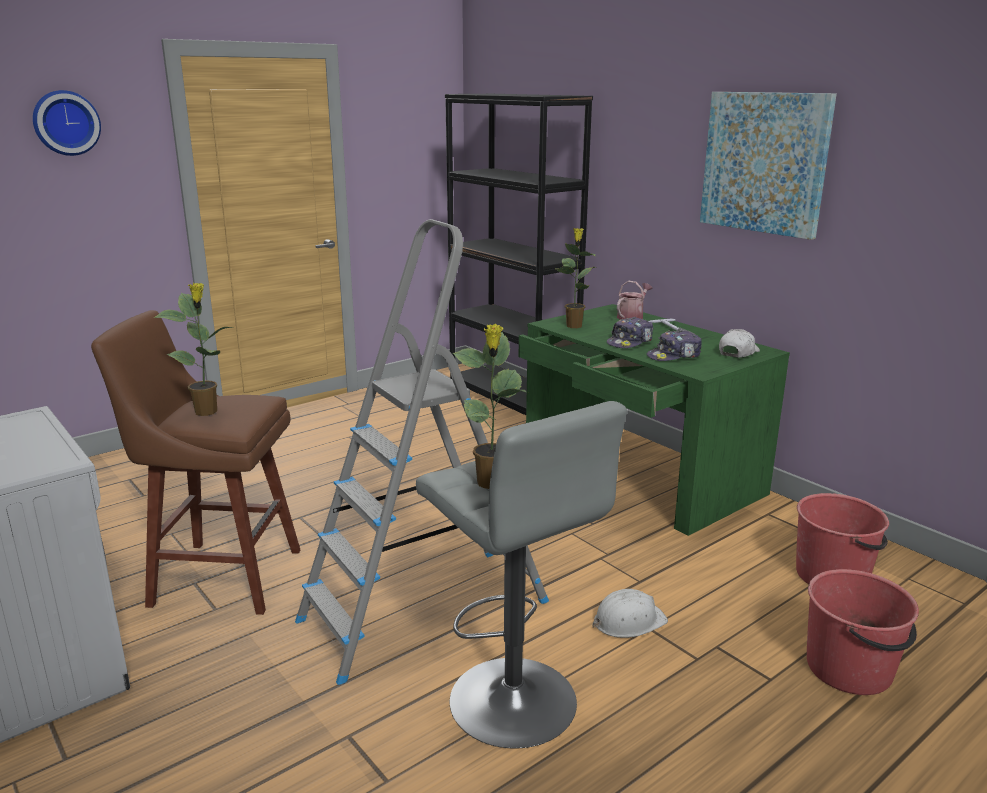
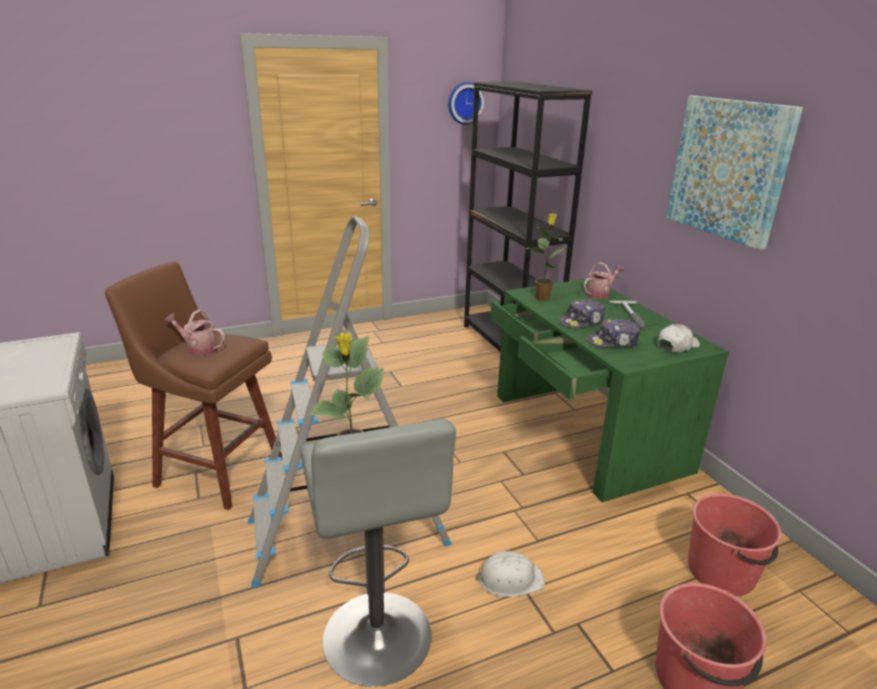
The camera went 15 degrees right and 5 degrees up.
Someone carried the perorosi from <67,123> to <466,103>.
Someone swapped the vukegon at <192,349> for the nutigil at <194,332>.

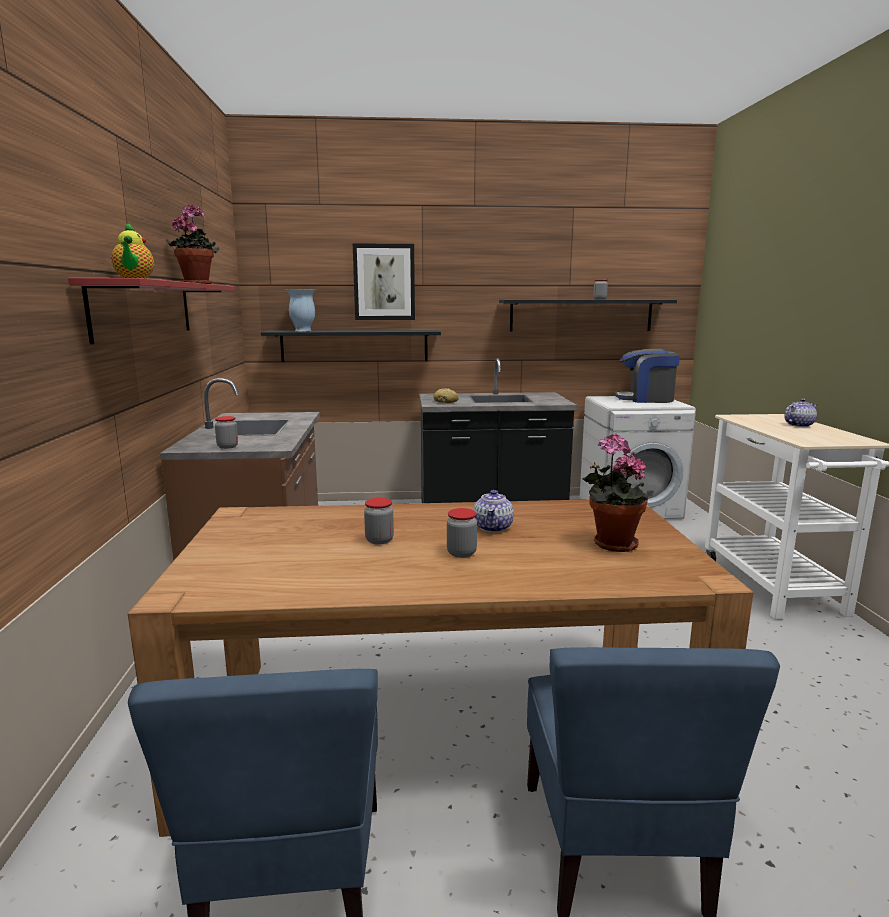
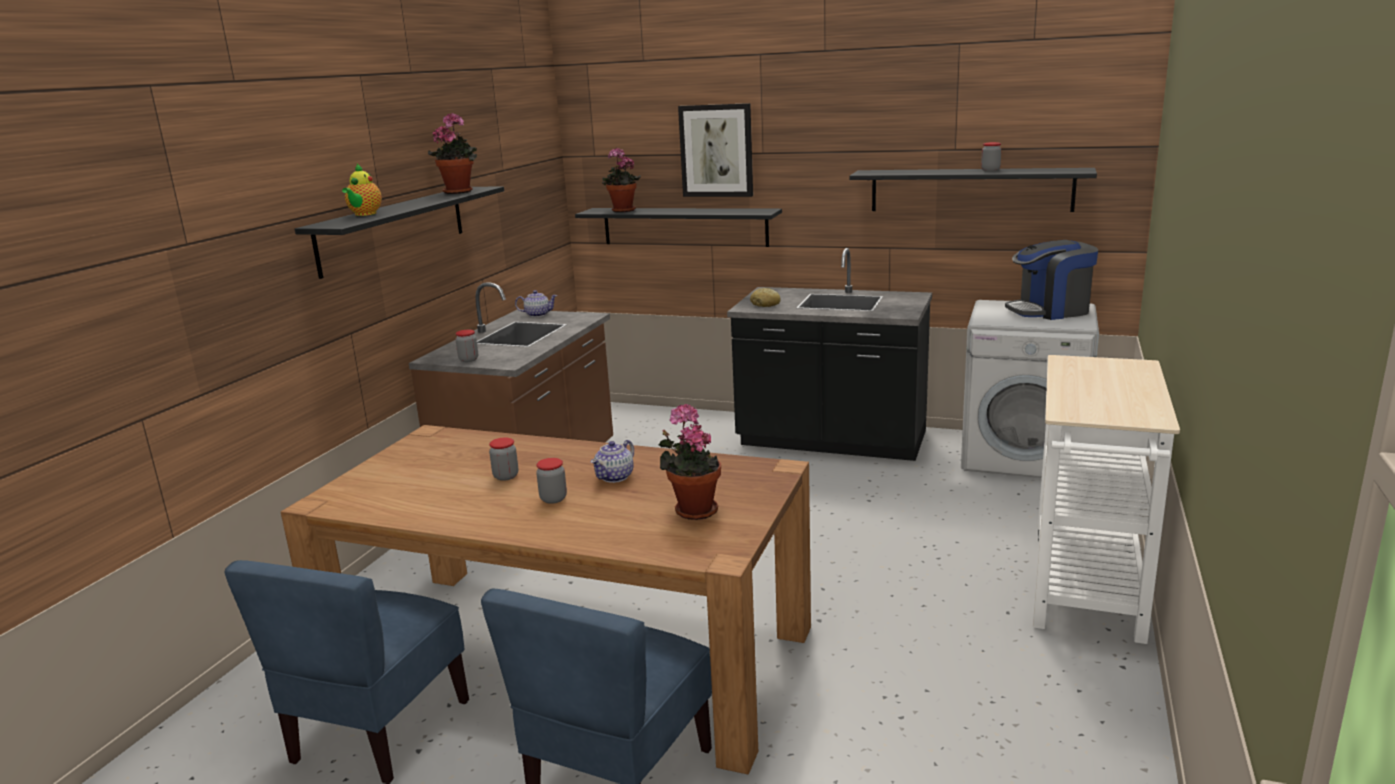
The camera went 25 degrees right and 5 degrees up.
Someone repainted the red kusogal at <151,311>, which became the black kusogal at <399,233>.
Someone swapped the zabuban at <301,310> for the vukegon at <621,180>.
Someone rotated the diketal at <647,376> by 45 degrees counterclockwise.
Someone carried the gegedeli from <800,412> to <536,303>.

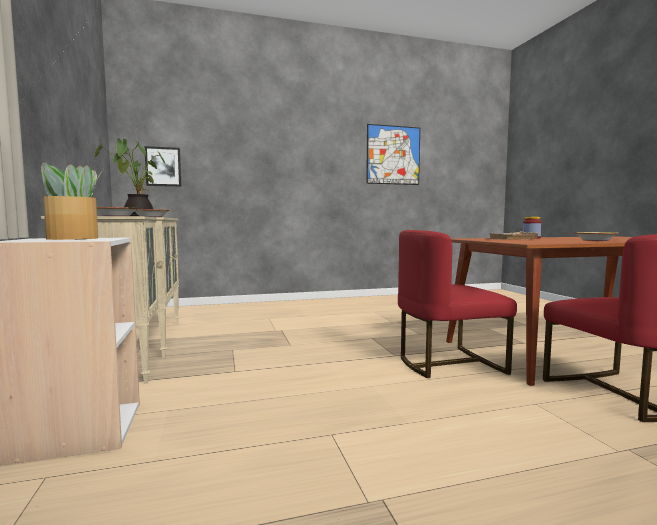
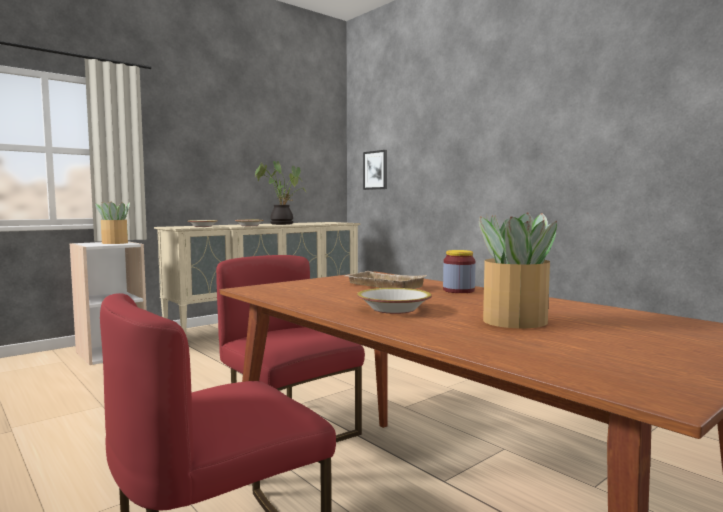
The camera went 65 degrees right and 0 degrees up.
Someone took away the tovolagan at <393,154>.
Someone put down the vukegon at <518,270>.

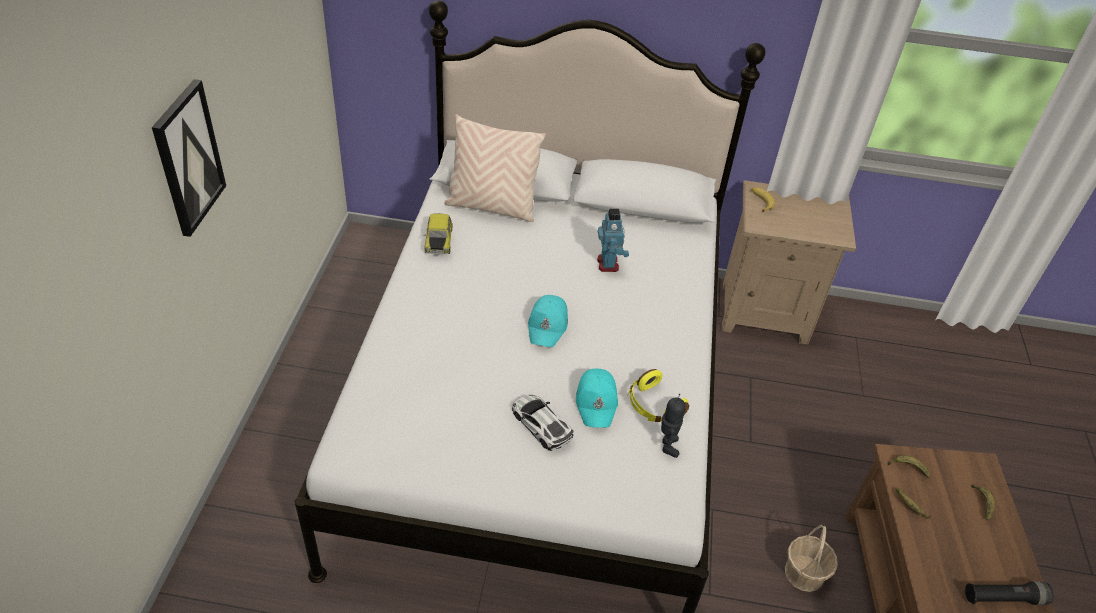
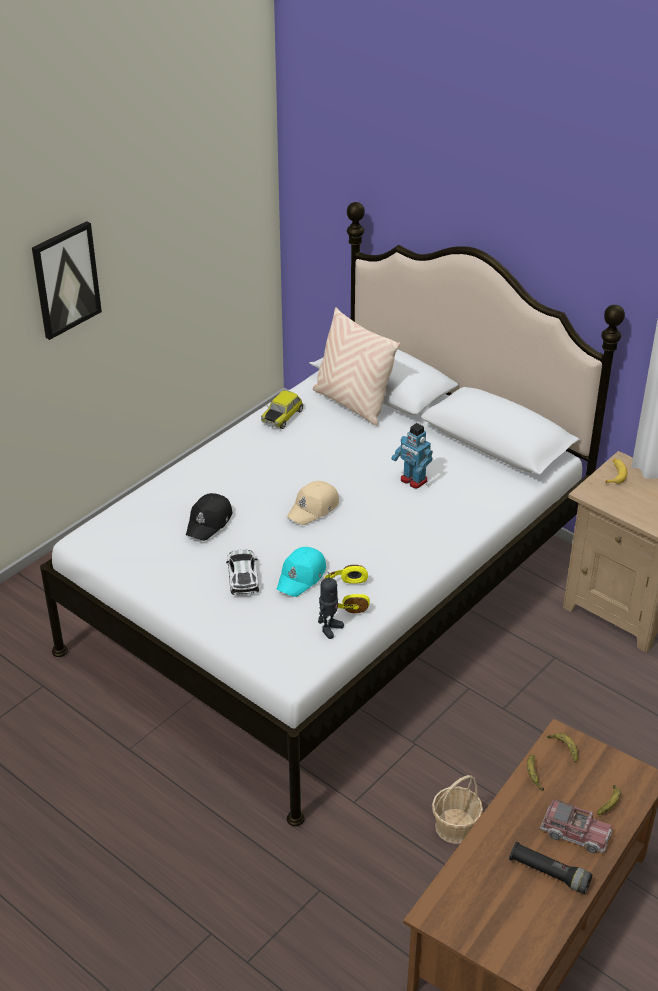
The camera went 35 degrees right and 5 degrees down.
Someone repainted the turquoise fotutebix at <548,321>, which became the beige fotutebix at <313,503>.
Someone rotated the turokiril at <613,240> by 105 degrees clockwise.
Someone put down the black fotutebix at <209,517>.
Someone put down the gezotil at <576,826>.

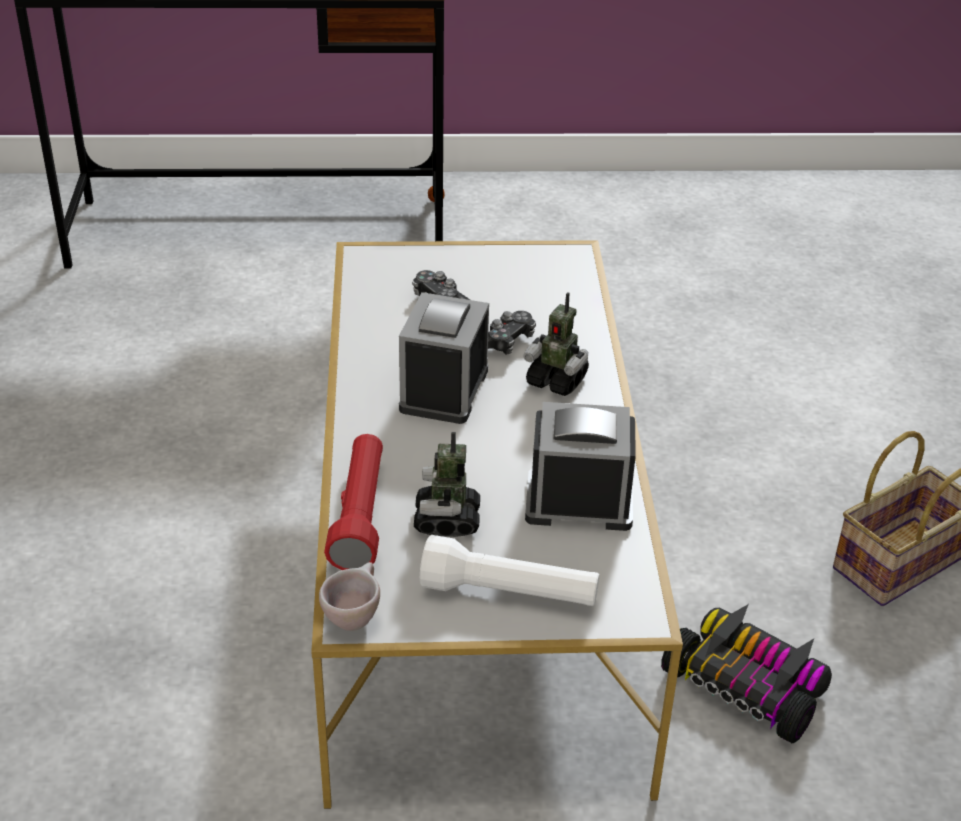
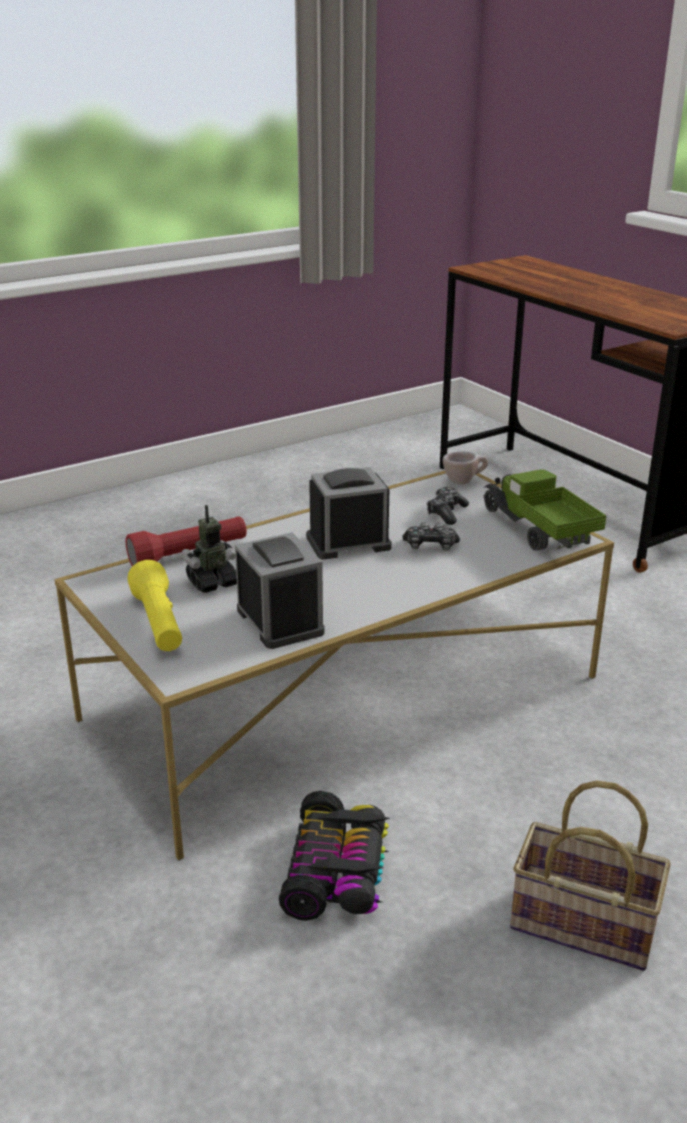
The camera went 60 degrees right and 10 degrees down.
Someone carried the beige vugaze from <349,596> to <465,467>.
Someone repainted the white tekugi at <509,570>, which became the yellow tekugi at <154,605>.
Someone took away the turokiril at <556,344>.
Someone put down the gezotil at <544,510>.

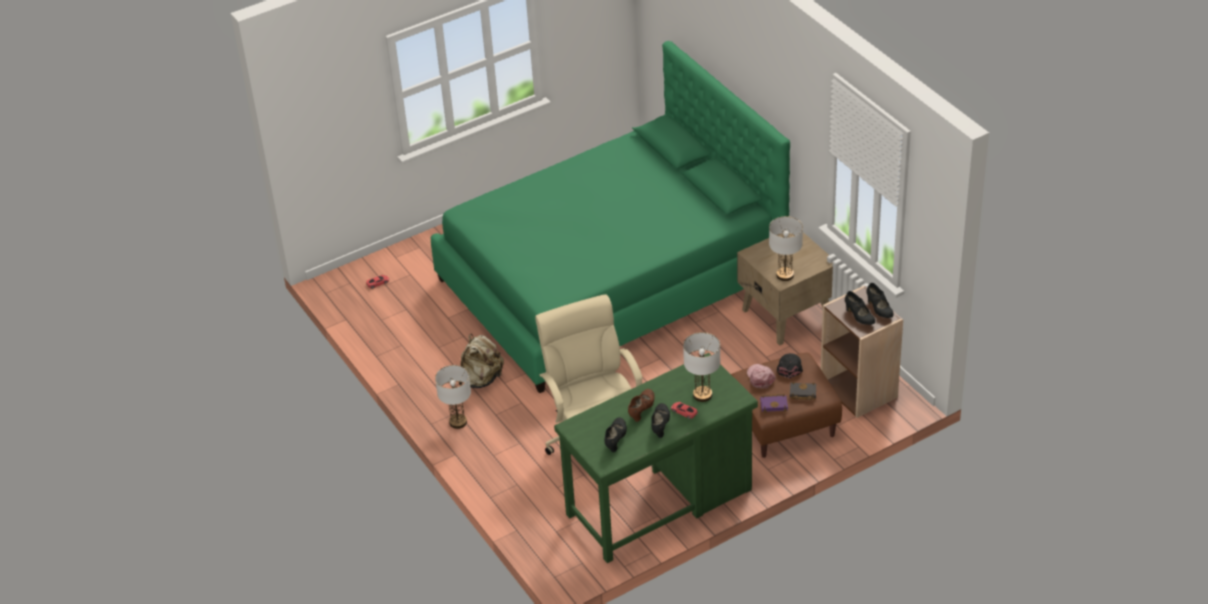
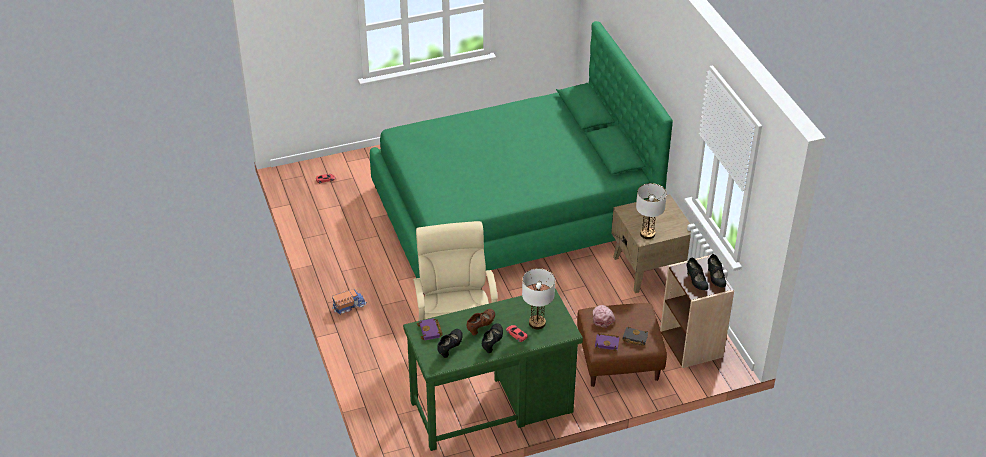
The camera went 10 degrees right and 0 degrees up.
Someone swapped the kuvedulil at <453,397> for the gezotil at <349,302>.
Someone took away the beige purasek at <481,361>.
Someone took away the black fotutebix at <790,366>.
Someone put down the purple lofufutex at <430,329>.

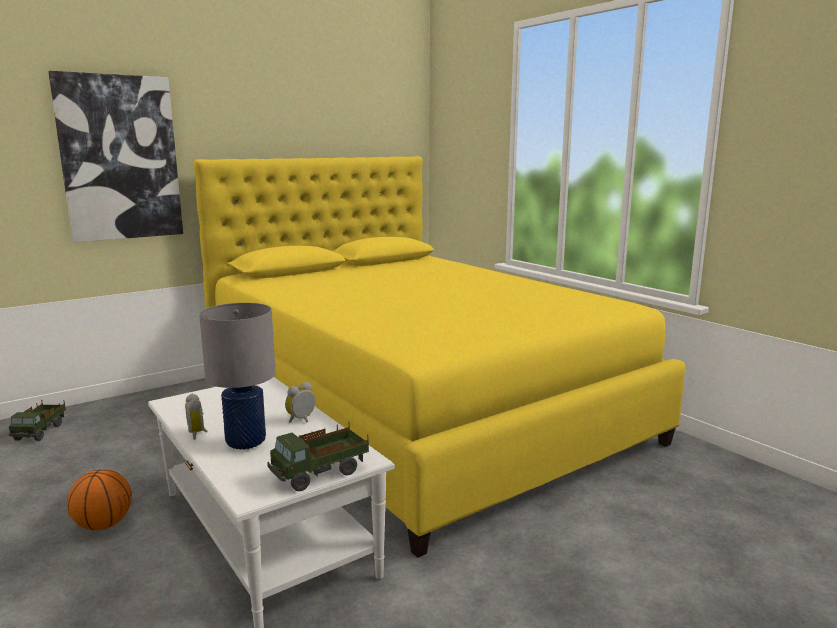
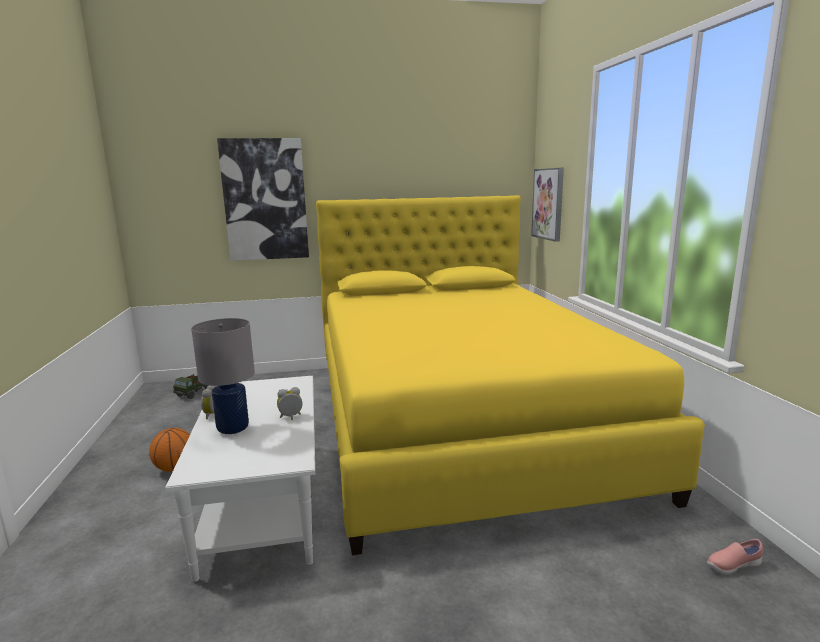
The camera went 25 degrees right and 0 degrees up.
Someone took away the gezotil at <318,457>.
Someone put up the tovolagan at <547,205>.
Someone put down the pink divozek at <735,556>.

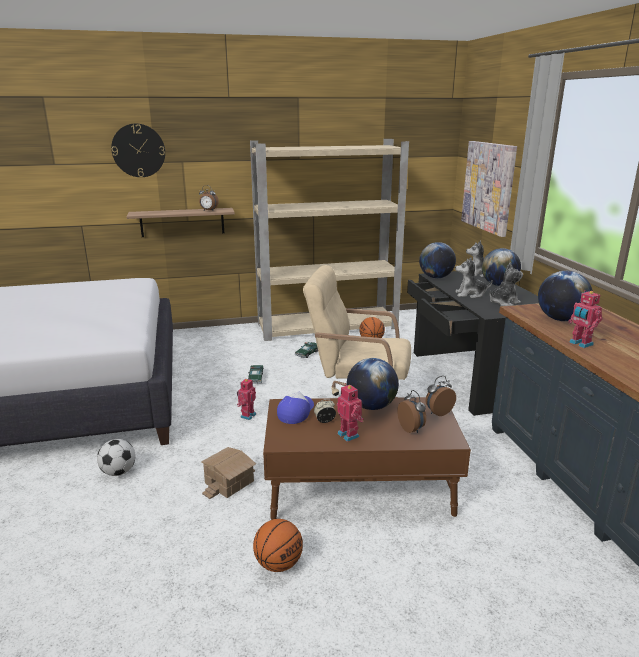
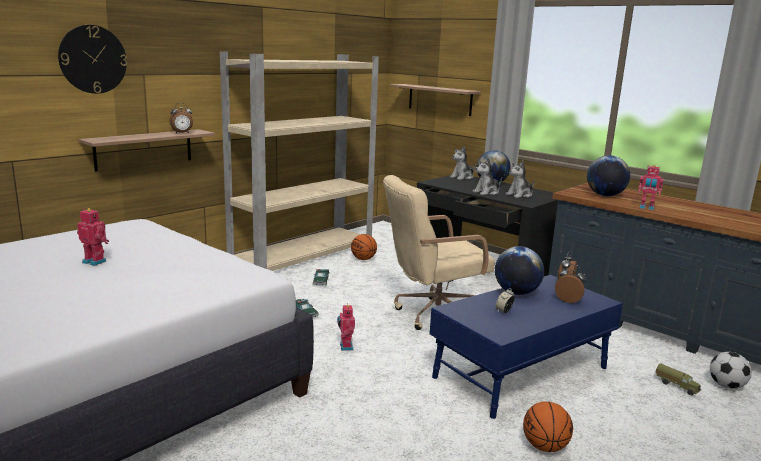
The camera went 35 degrees left and 5 degrees down.
Someone carried the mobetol from <116,457> to <731,370>.
Someone took away the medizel at <228,473>.
Someone repainted the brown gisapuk at <367,458>, which became the blue gisapuk at <526,347>.
Someone took away the fotutebix at <295,408>.
Someone carried the turokiril from <350,413> to <93,237>.
Someone took away the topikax at <437,260>.
Someone swapped the tovolagan at <489,189> for the kusogal at <435,100>.
Someone rotated the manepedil at <506,284> by 150 degrees counterclockwise.
Someone put down the gezotil at <678,379>.

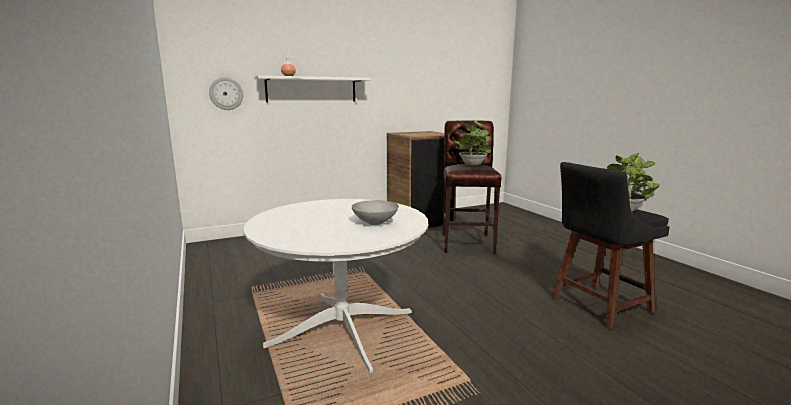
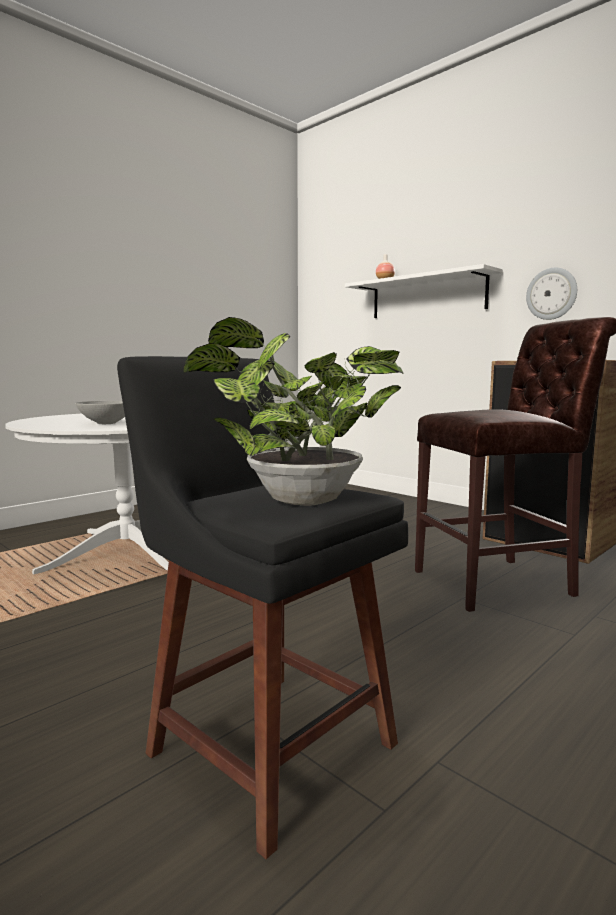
The camera went 70 degrees right and 5 degrees down.
Someone carried the perorosi from <226,93> to <551,293>.
Someone took away the vukegon at <473,142>.

